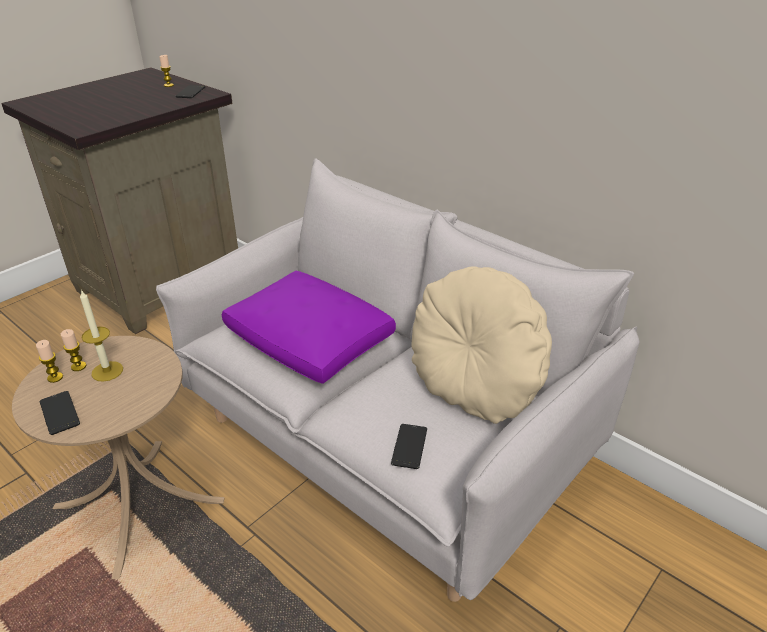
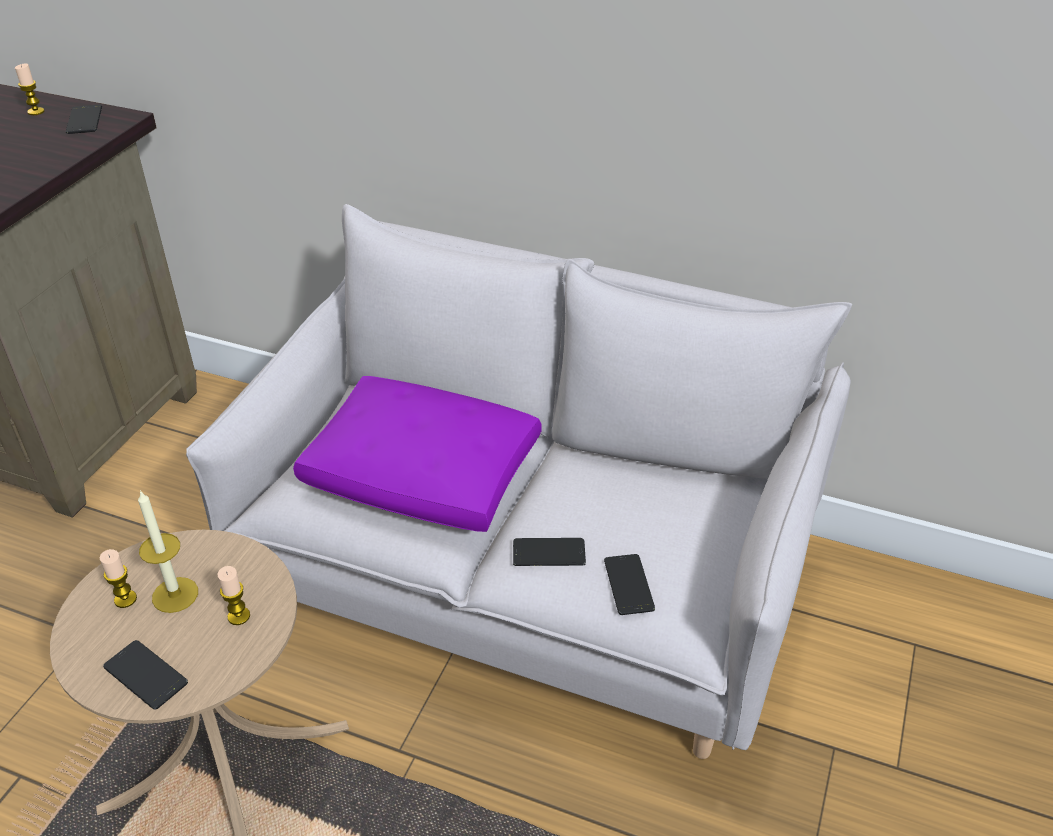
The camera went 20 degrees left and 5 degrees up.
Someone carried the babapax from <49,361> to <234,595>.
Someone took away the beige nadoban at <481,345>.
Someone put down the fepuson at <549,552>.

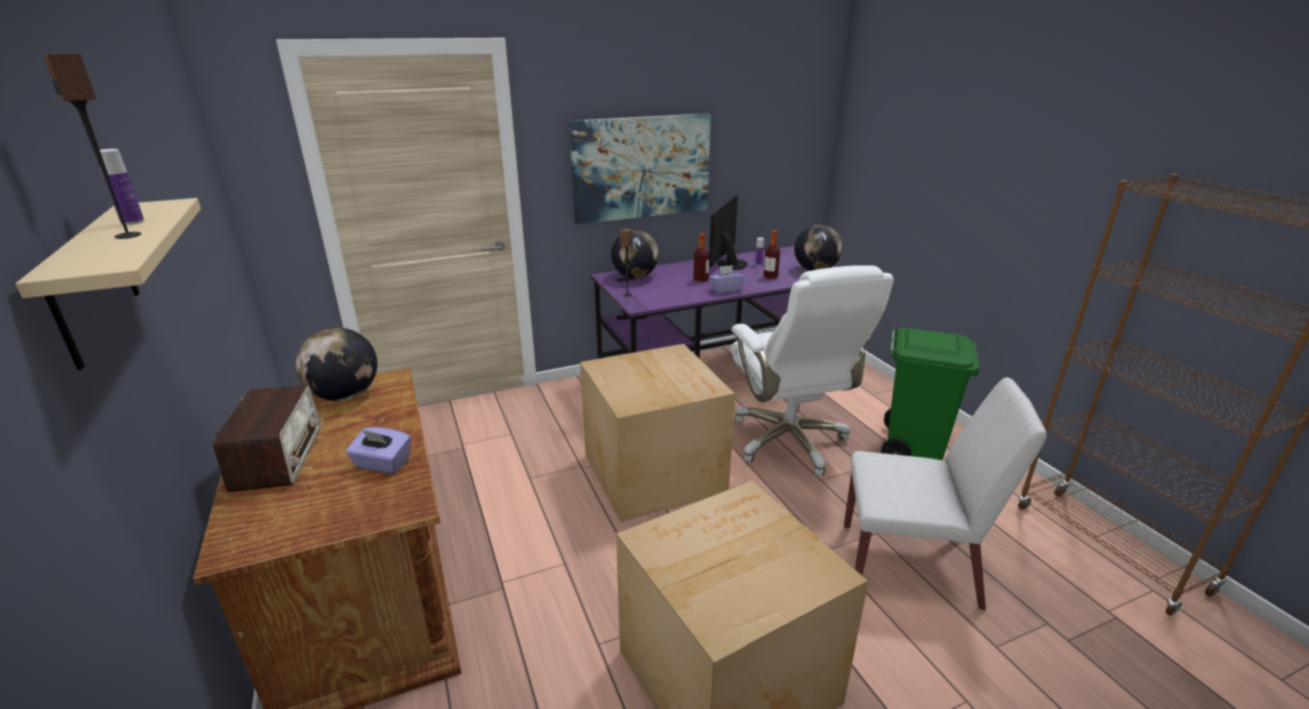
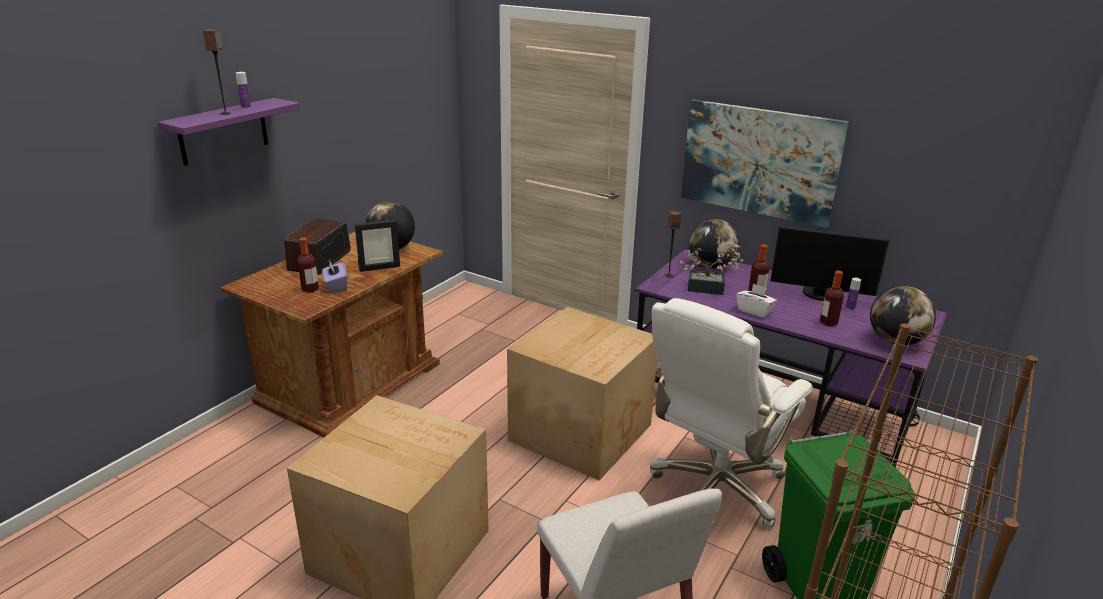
The camera went 55 degrees right and 0 degrees up.
Someone repainted the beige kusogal at <108,284>, which became the purple kusogal at <228,132>.
Someone rotated the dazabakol at <267,438> by 150 degrees clockwise.
Someone rotated the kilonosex at <728,232> by 150 degrees counterclockwise.
Someone repainted the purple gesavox at <727,279>, which became the white gesavox at <756,300>.
Someone put down the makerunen at <308,265>.
Someone put down the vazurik at <377,246>.
Someone put down the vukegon at <712,269>.

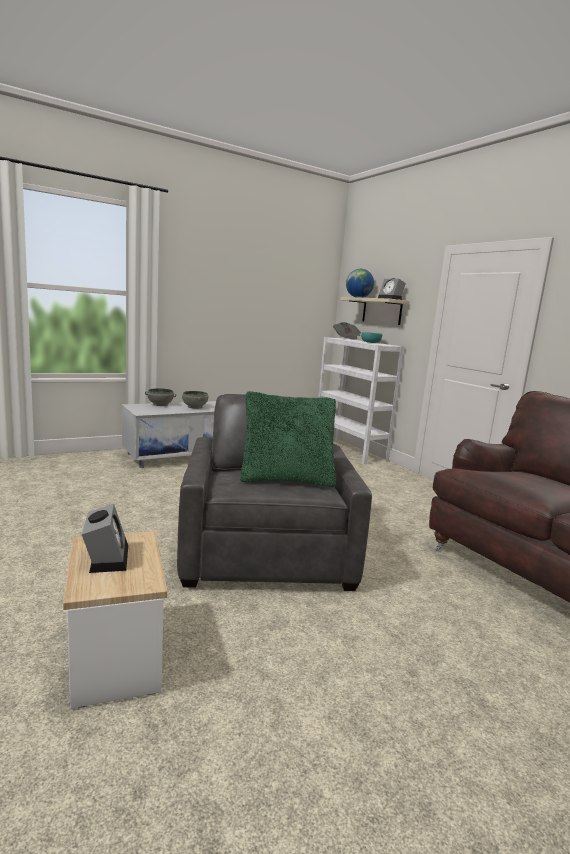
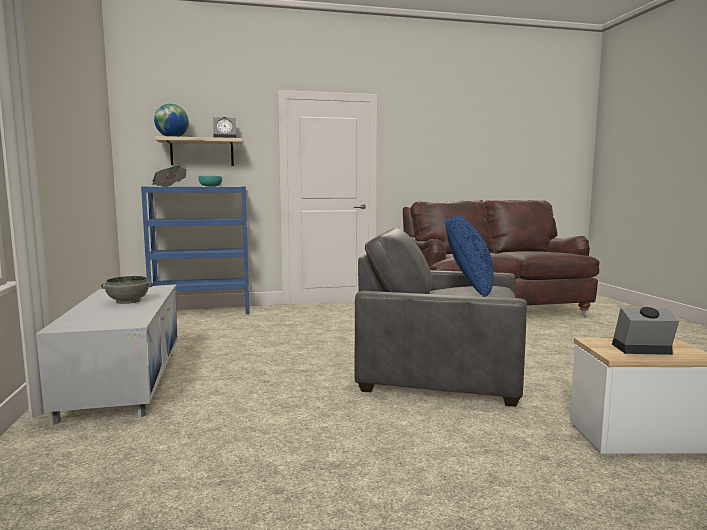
The camera went 70 degrees left and 5 degrees down.
Someone took away the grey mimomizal at <160,397>.
Someone repainted the green nadoban at <288,439>, which became the blue nadoban at <469,256>.
Someone repainted the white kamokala at <361,400>, which became the blue kamokala at <195,250>.

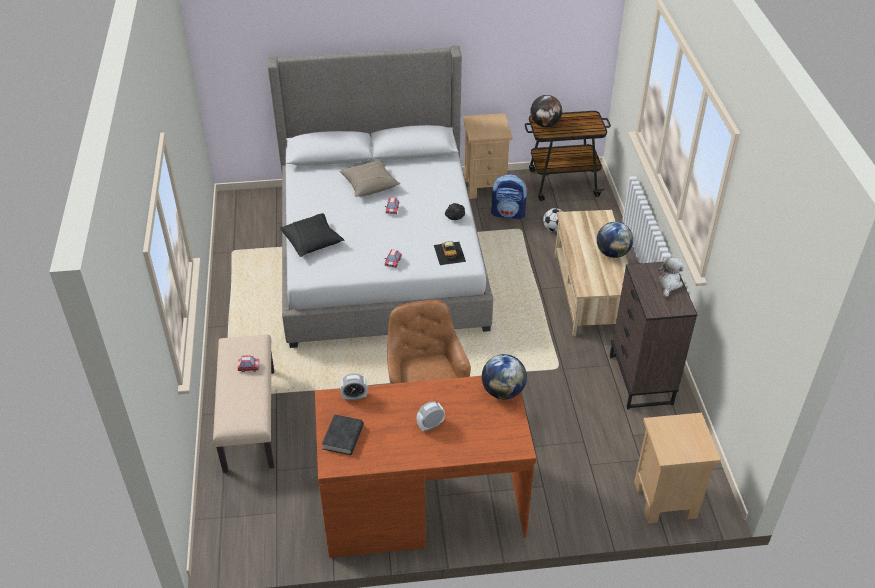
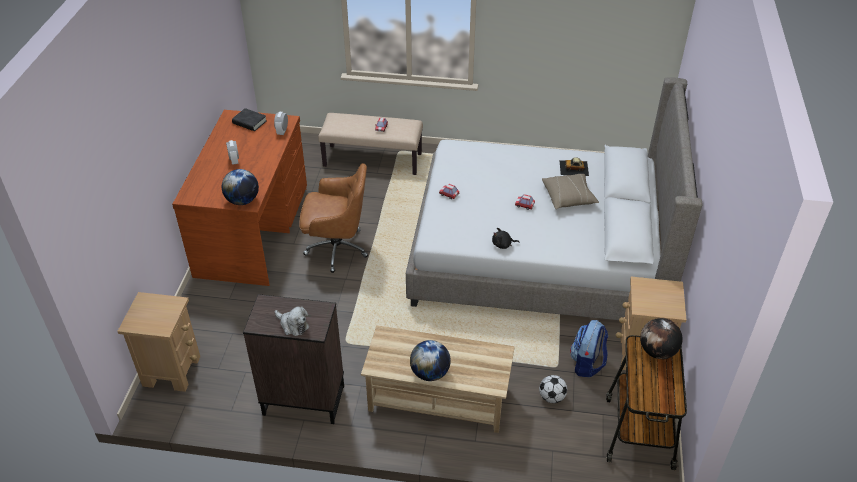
The camera went 105 degrees right and 0 degrees up.
Someone took away the black nadoban at <312,235>.
Someone carried the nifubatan from <450,253> to <574,166>.

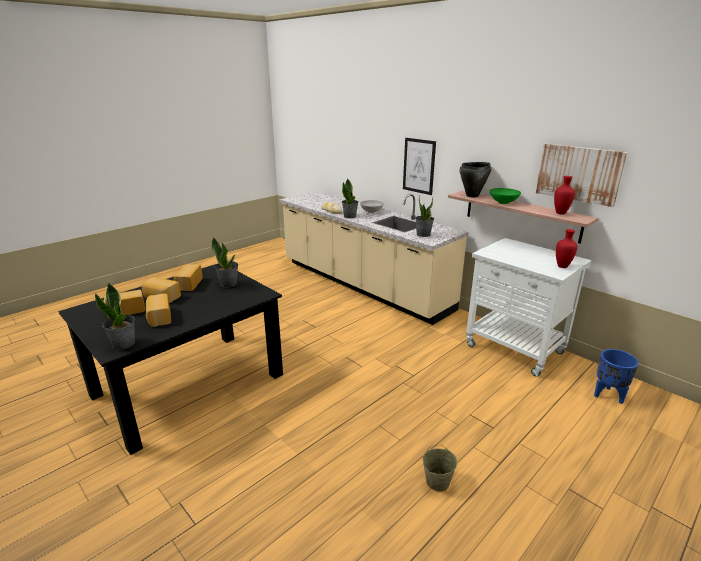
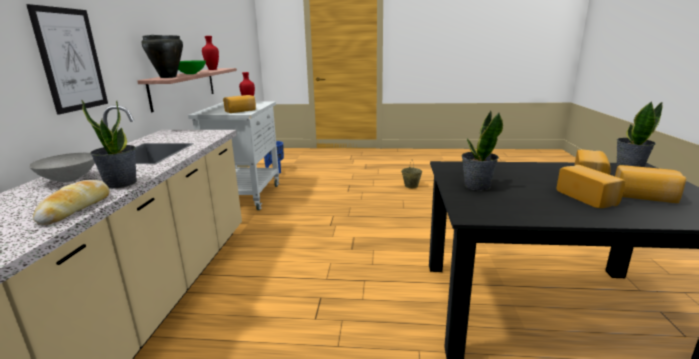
The camera went 130 degrees left and 5 degrees down.
Someone carried the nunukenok from <188,277> to <239,104>.
Someone took away the vukegon at <424,216>.
Someone took away the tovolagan at <582,175>.

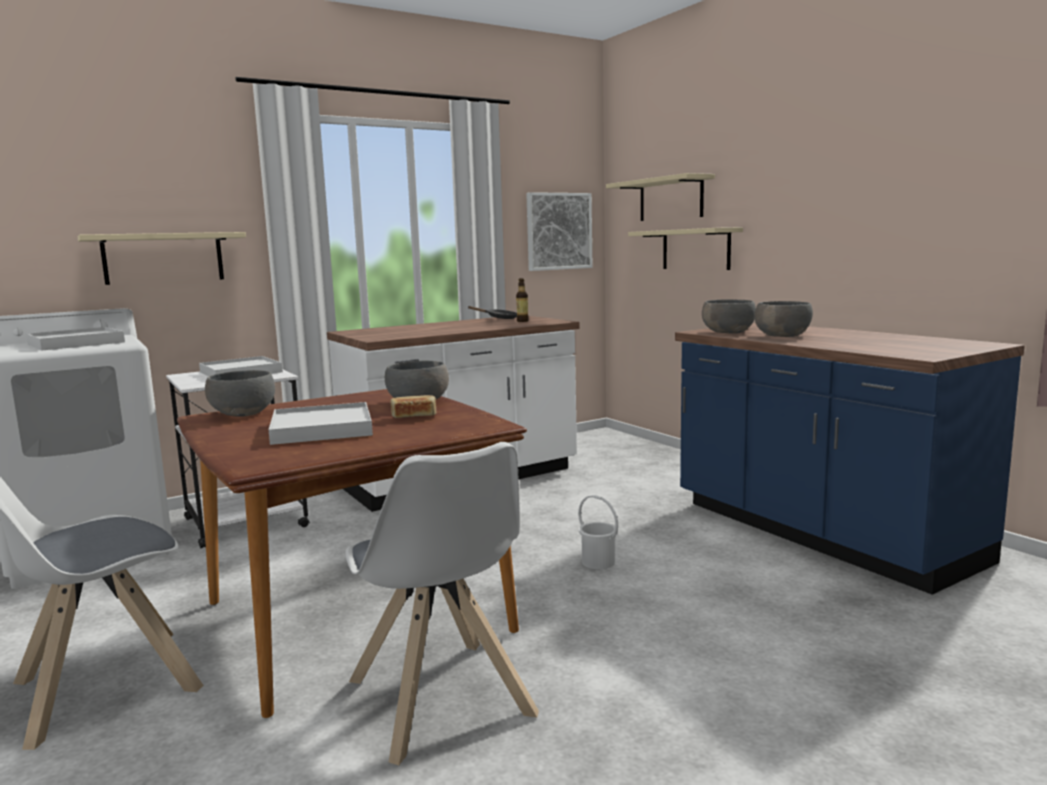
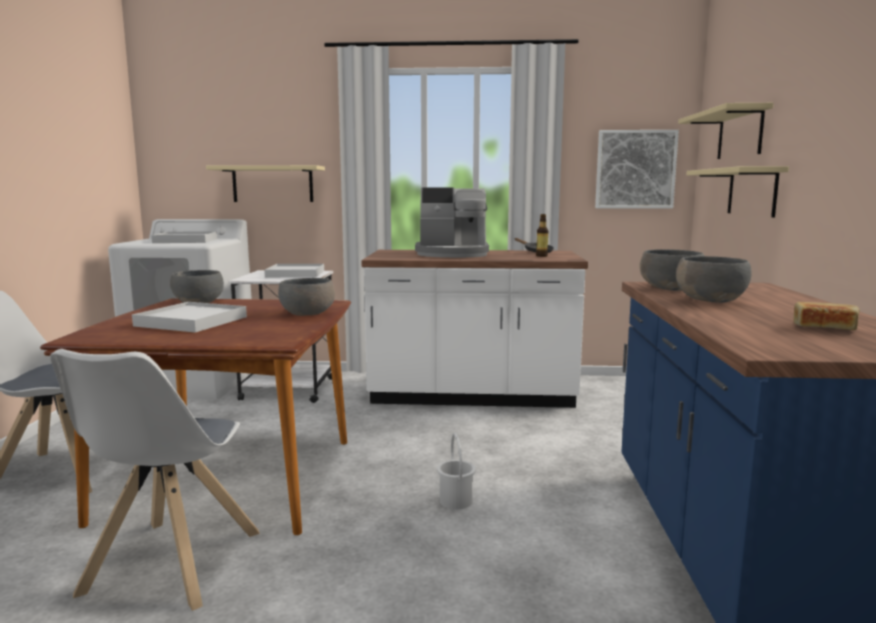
The camera went 35 degrees right and 0 degrees up.
Someone carried the nunukenok from <413,406> to <826,316>.
Someone put down the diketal at <452,223>.

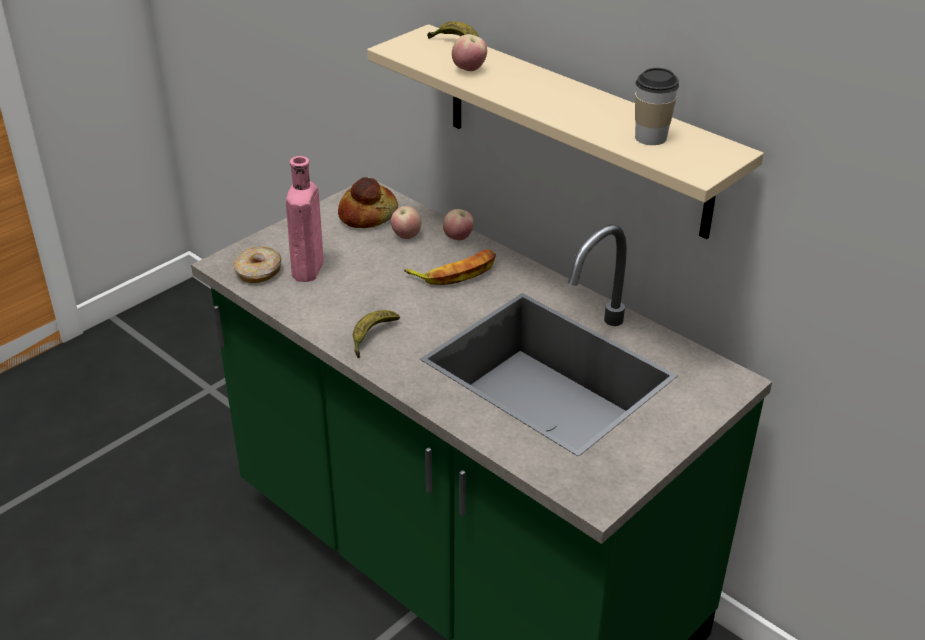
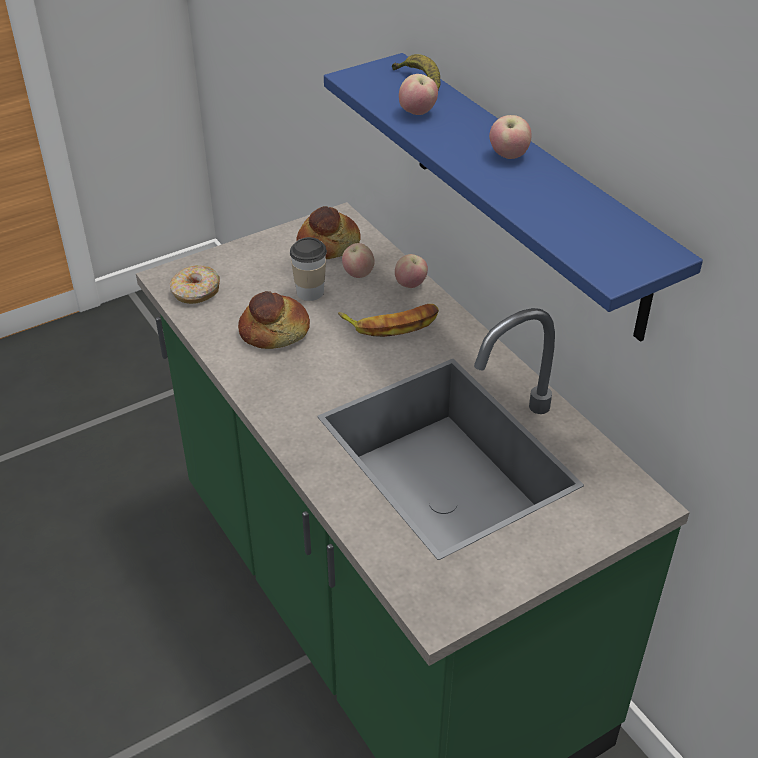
The camera went 15 degrees right and 5 degrees up.
Someone took away the pink makerunen at <304,219>.
Someone took away the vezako at <376,334>.
Someone repainted the beige kusogal at <565,131>, which became the blue kusogal at <513,197>.
Someone carried the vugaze from <657,106> to <308,269>.
Someone put down the nunukenok at <274,320>.
Someone put down the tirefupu at <510,137>.

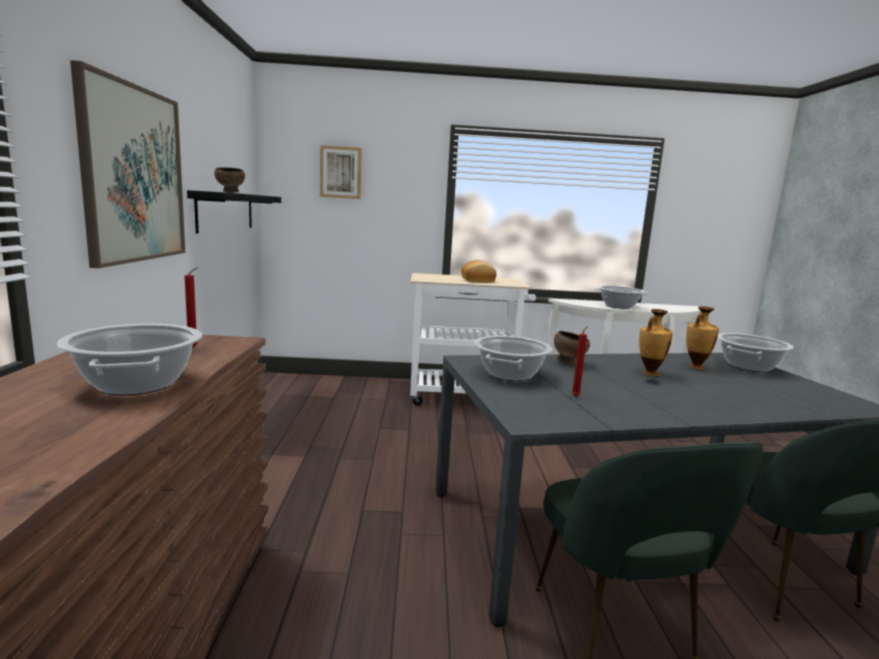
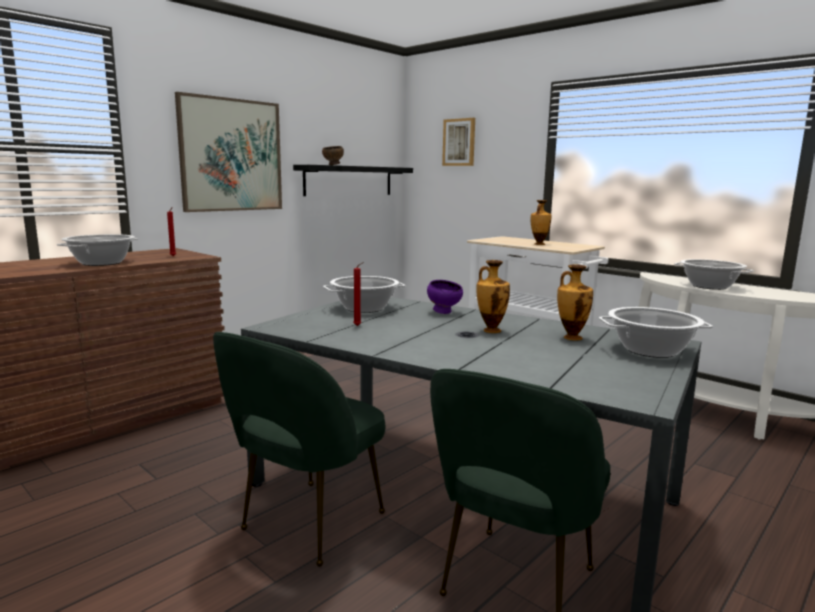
The camera went 45 degrees right and 0 degrees up.
Someone swapped the nunukenok at <479,271> for the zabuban at <541,222>.
Someone repainted the brown mimomizal at <572,348>, which became the purple mimomizal at <445,297>.

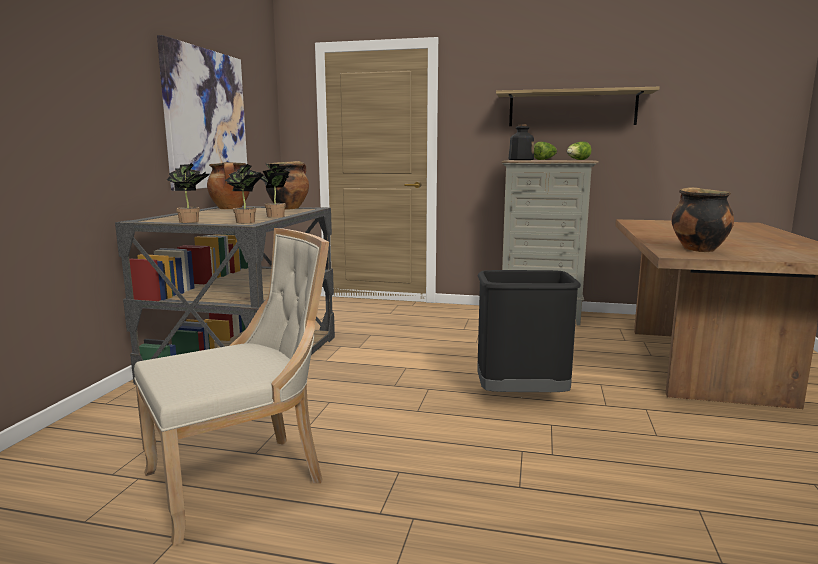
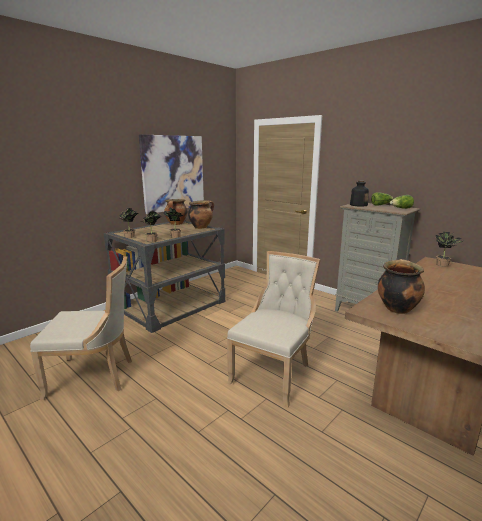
The camera went 30 degrees right and 5 degrees up.
Someone swapped the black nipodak at <529,331> for the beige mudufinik at <274,329>.
Someone took away the kusogal at <578,106>.
Someone put down the vukegon at <450,249>.

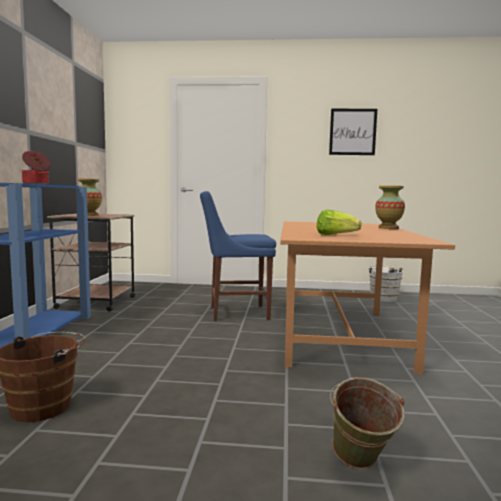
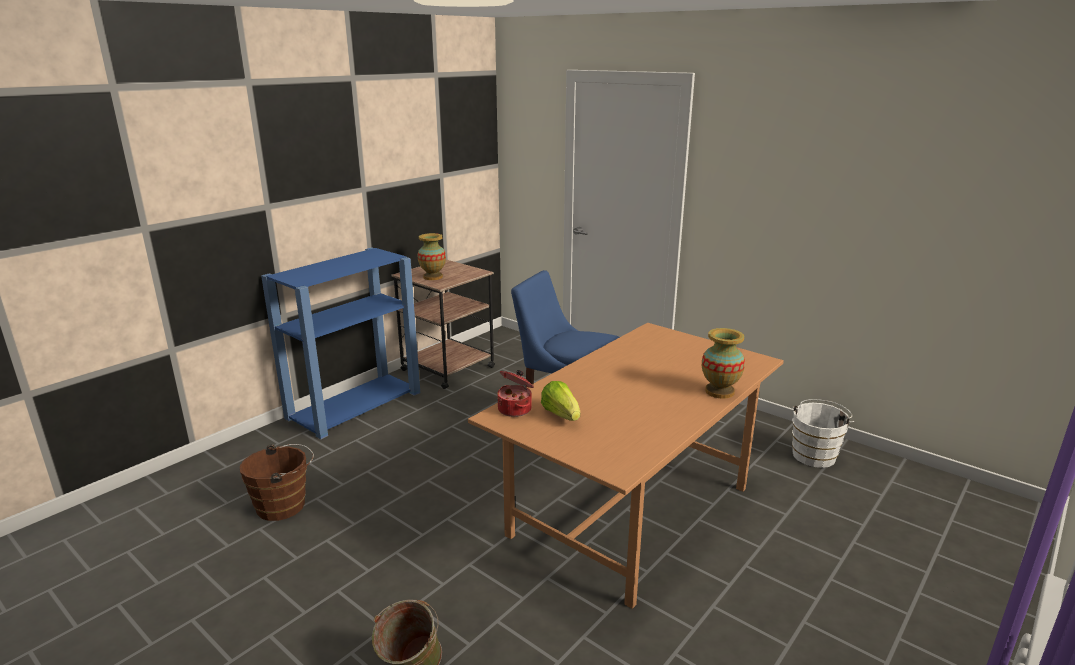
The camera went 35 degrees right and 15 degrees up.
Someone carried the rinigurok from <36,168> to <516,393>.
Someone took away the tovolagan at <353,132>.

